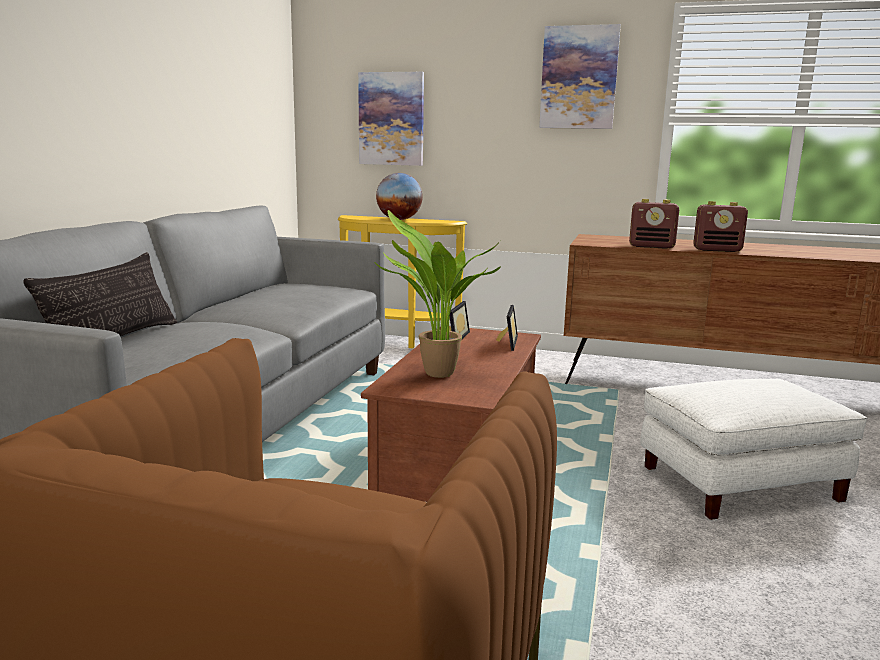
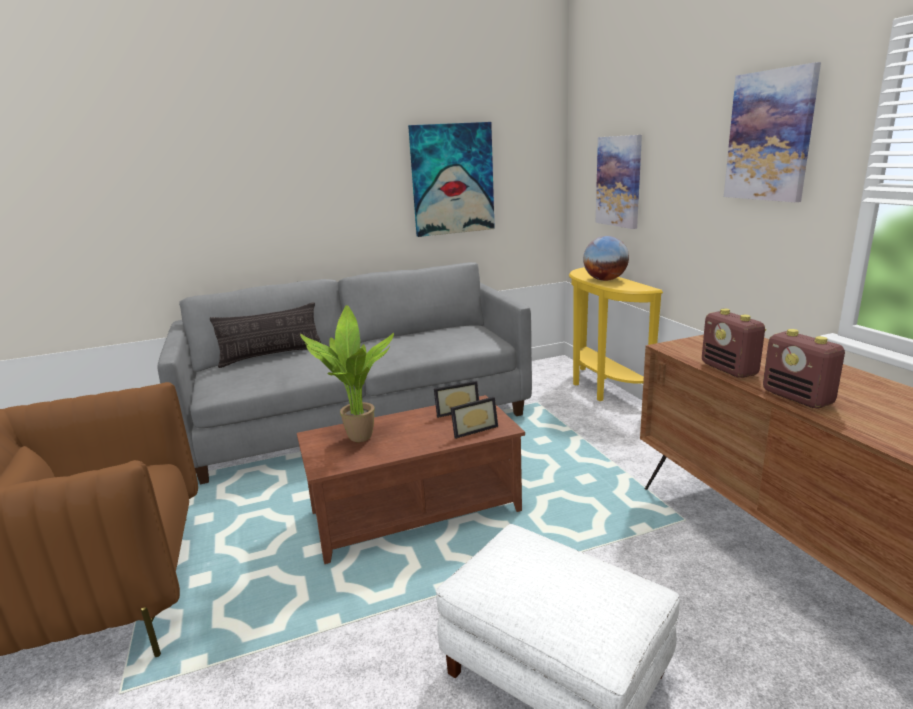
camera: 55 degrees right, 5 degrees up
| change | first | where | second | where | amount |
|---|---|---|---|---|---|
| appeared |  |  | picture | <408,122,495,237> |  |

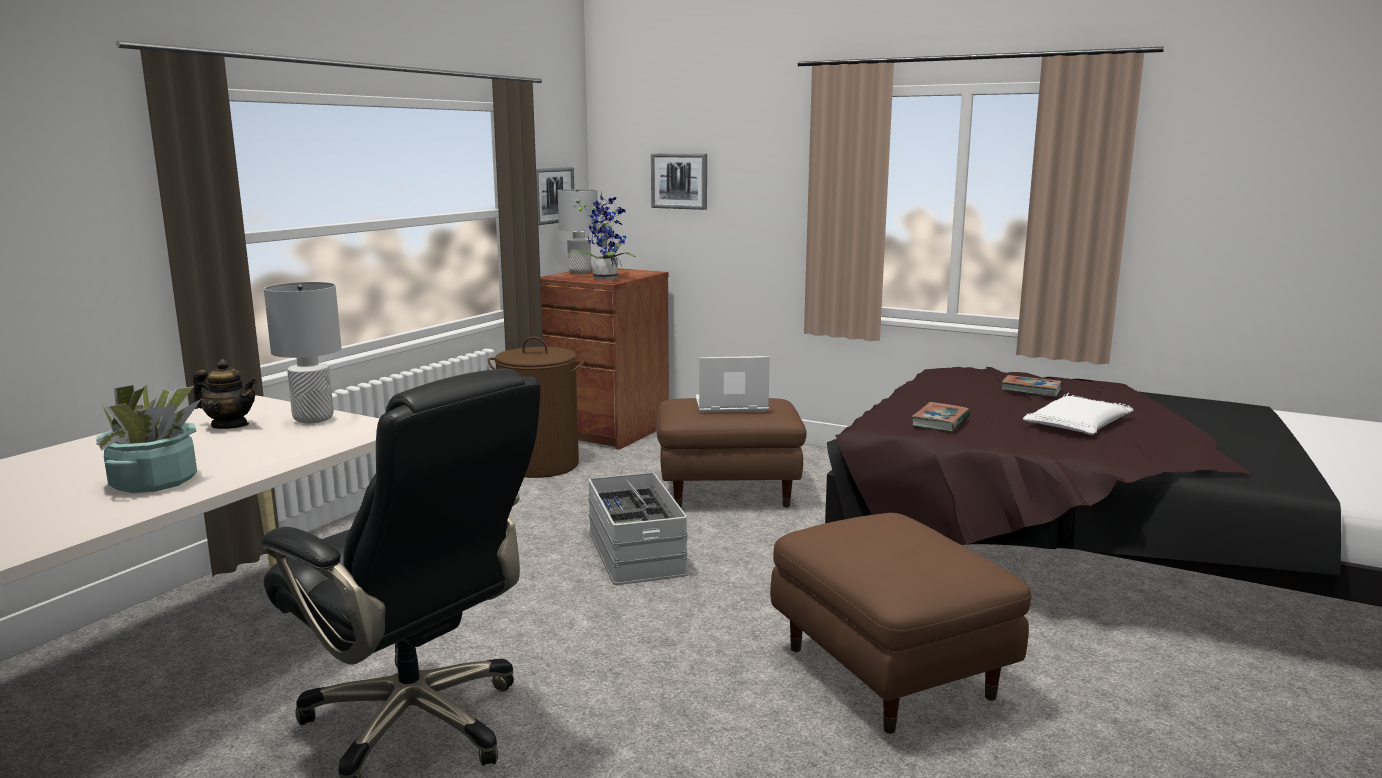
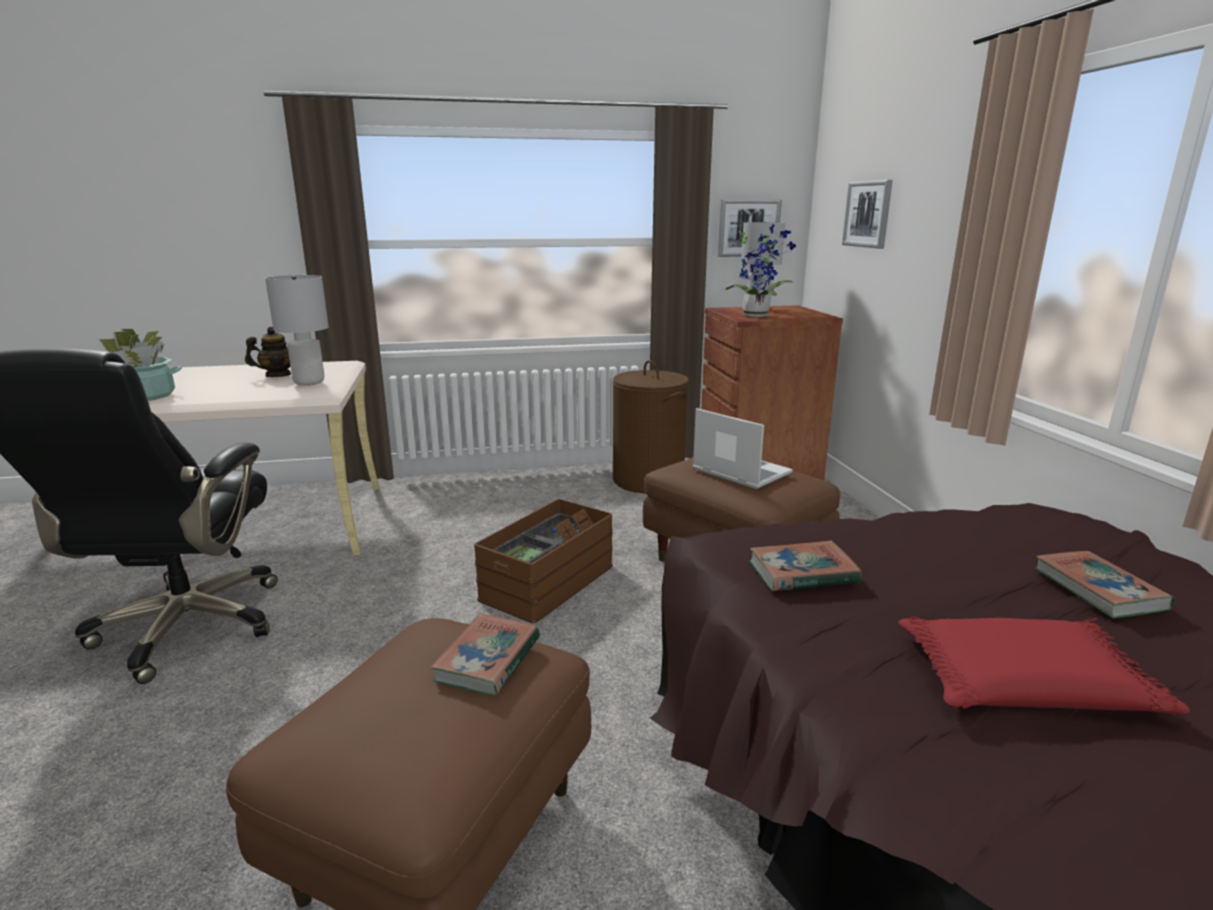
camera: 50 degrees right, 5 degrees up
| change | first | where | second | where | amount |
|---|---|---|---|---|---|
| appeared |  |  | book | <430,614,540,695> |  |
| colour | grey storage bin | <588,473,688,585> | brown-coloured storage bin | <474,499,613,623> |  |
| colour | white throw pillow | <1023,392,1133,435> | red-coloured throw pillow | <898,616,1190,714> |  |
| spun | tea pot | <193,359,257,429> |  | <245,326,291,377> | 90 degrees counterclockwise |

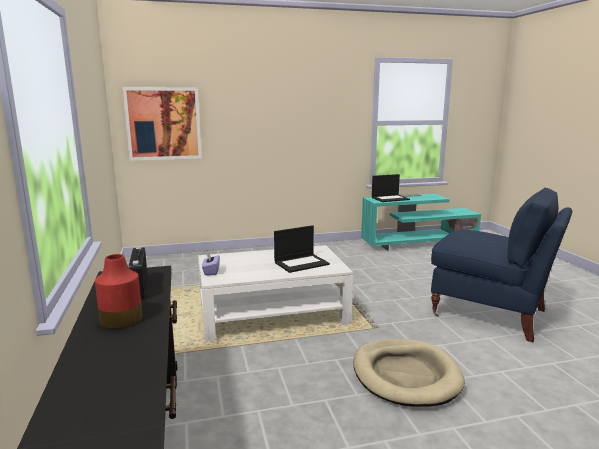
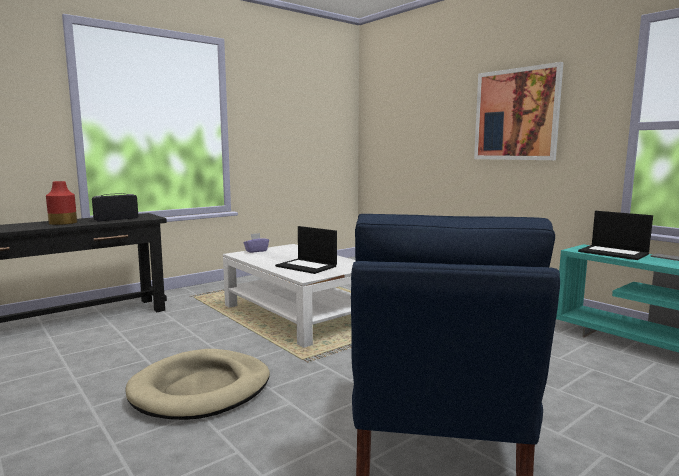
camera: 65 degrees right, 5 degrees down
| change | first | where | second | where | amount |
|---|---|---|---|---|---|
| relocated | picture | <123,87,202,161> |  | <474,62,563,160> |  |

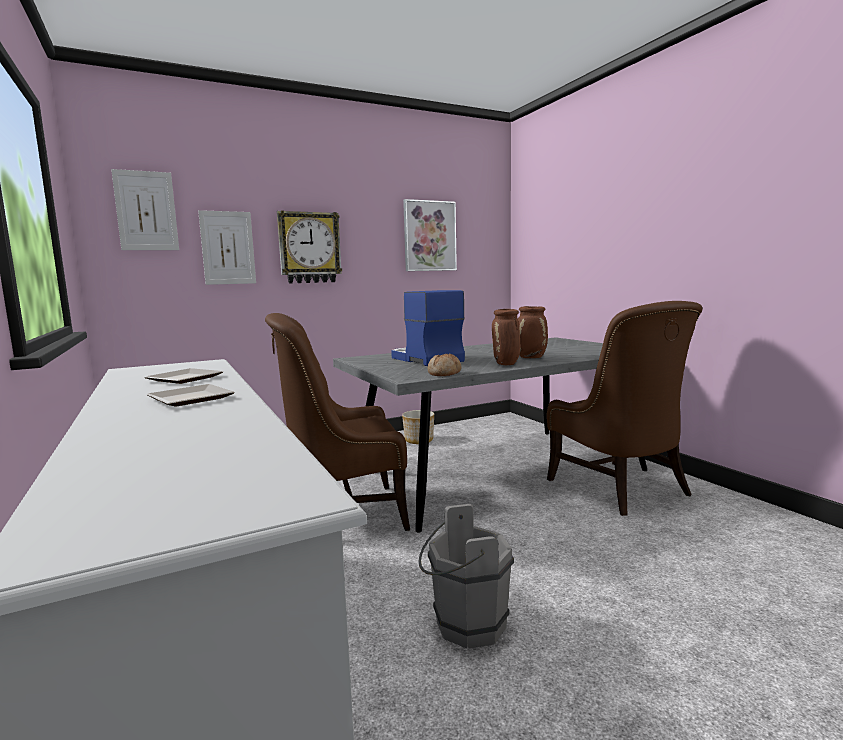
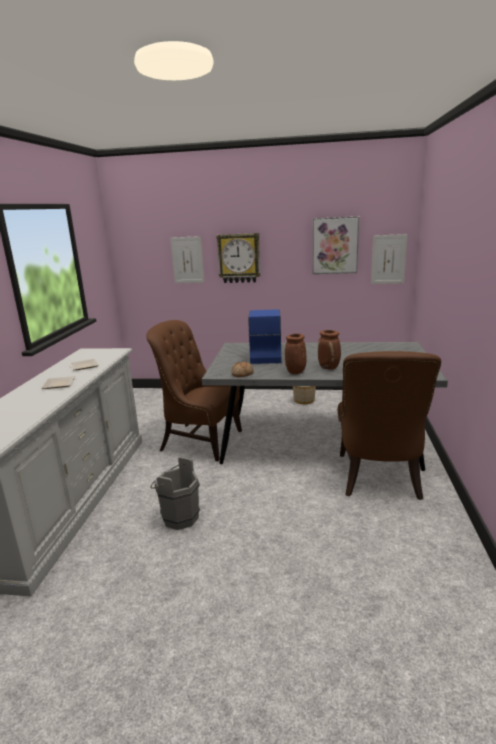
camera: 35 degrees right, 10 degrees up
| change | first | where | second | where | amount |
|---|---|---|---|---|---|
| relocated | picture | <111,169,179,250> |  | <371,234,408,284> |  |

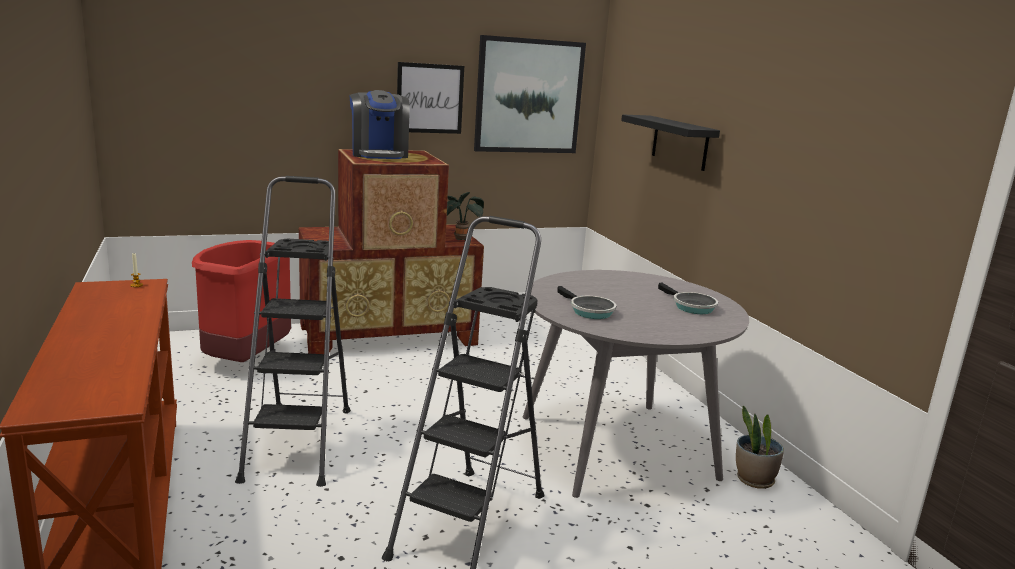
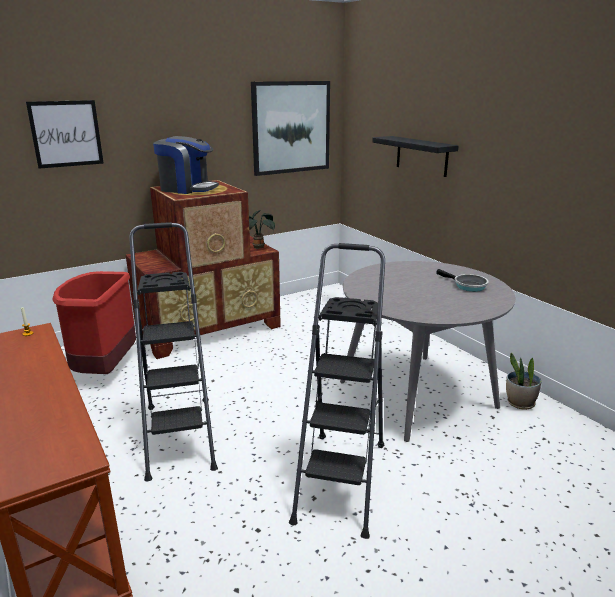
camera: 10 degrees left, 5 degrees up
| change | first | where | second | where | amount |
|---|---|---|---|---|---|
| missing | skillet | <557,286,617,319> |  |  |  |
| relocated | picture | <397,62,464,134> |  | <26,100,104,169> |  |
| spun | coffee brewer | <349,90,410,159> |  | <153,136,219,194> | 45 degrees counterclockwise |

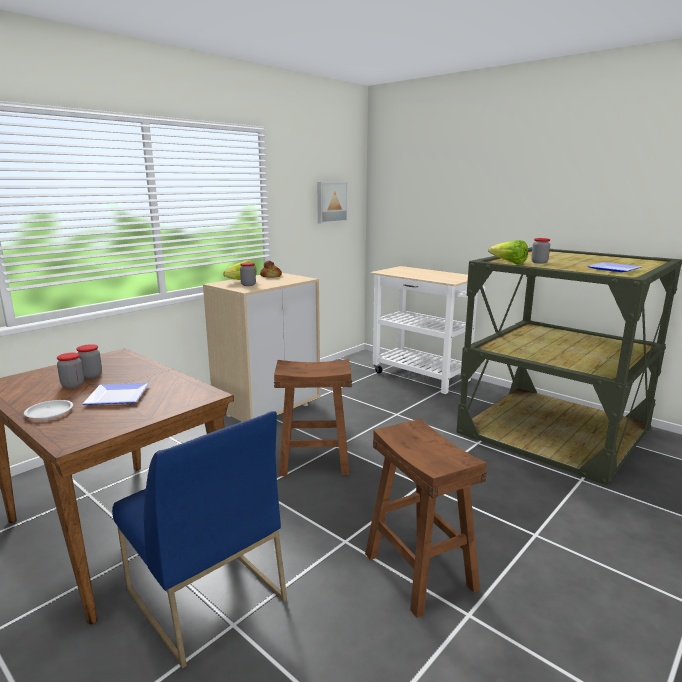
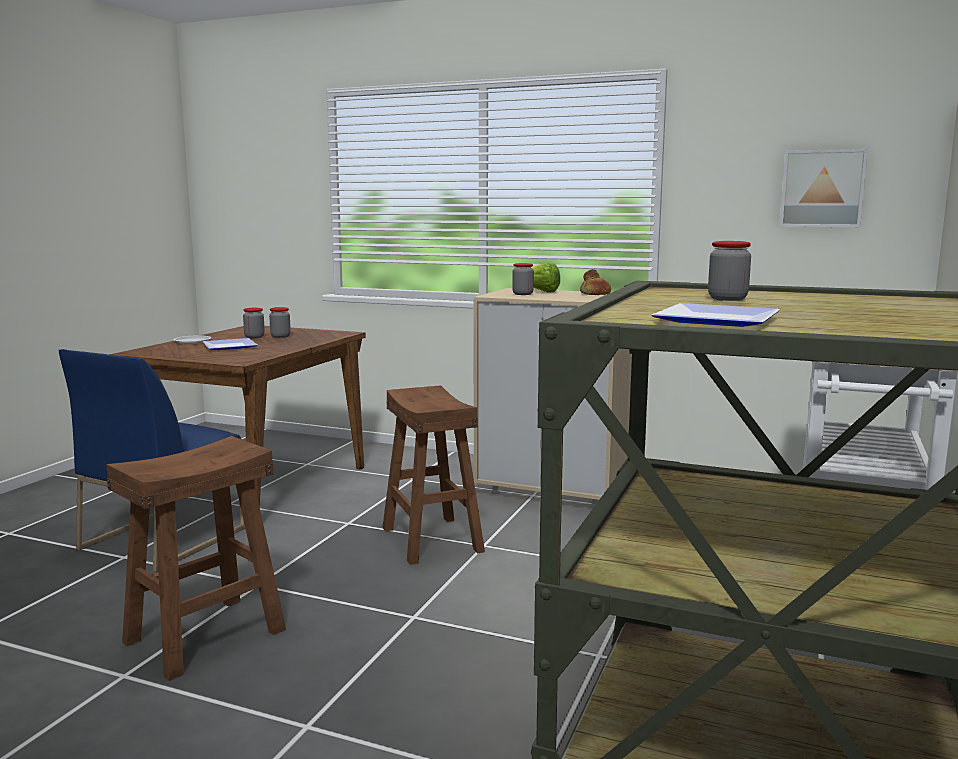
camera: 70 degrees right, 5 degrees down
| change | first | where | second | where | amount |
|---|---|---|---|---|---|
| missing | lettuce head | <488,240,528,264> |  |  |  |

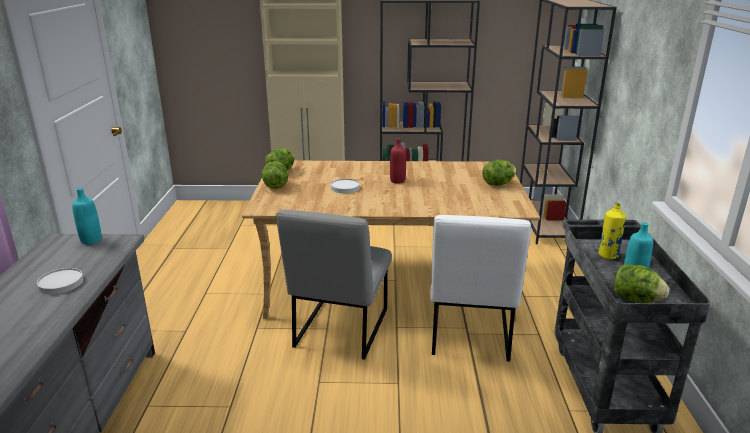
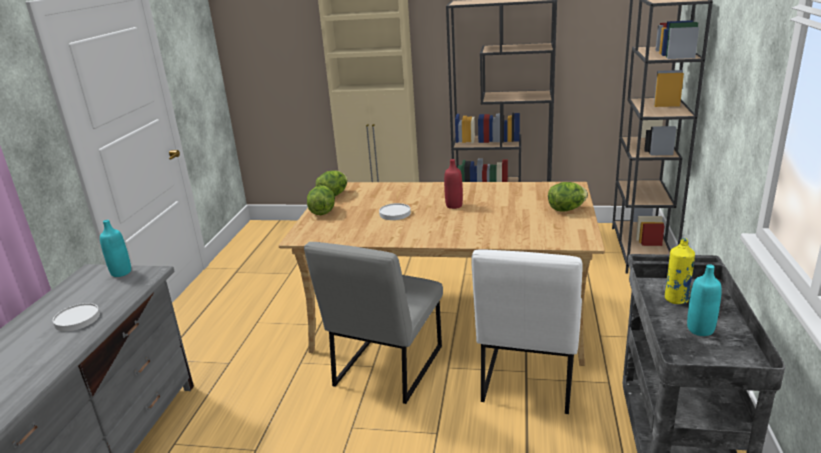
camera: 10 degrees right, 0 degrees up
| change | first | where | second | where | amount |
|---|---|---|---|---|---|
| missing | lettuce head | <614,264,669,303> |  |  |  |

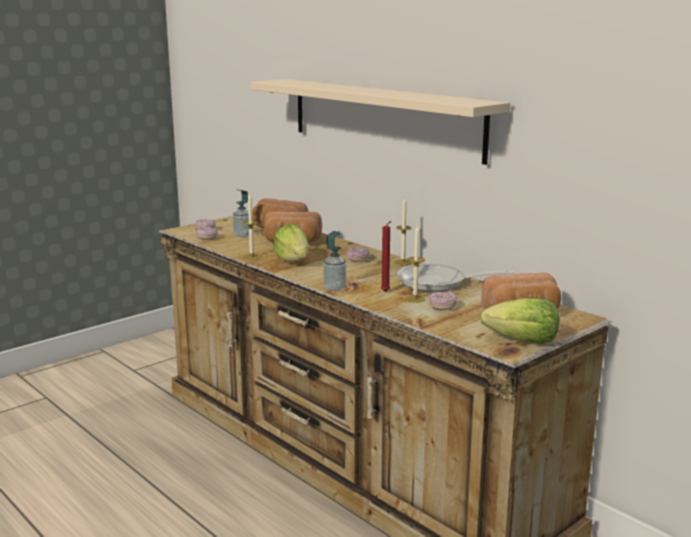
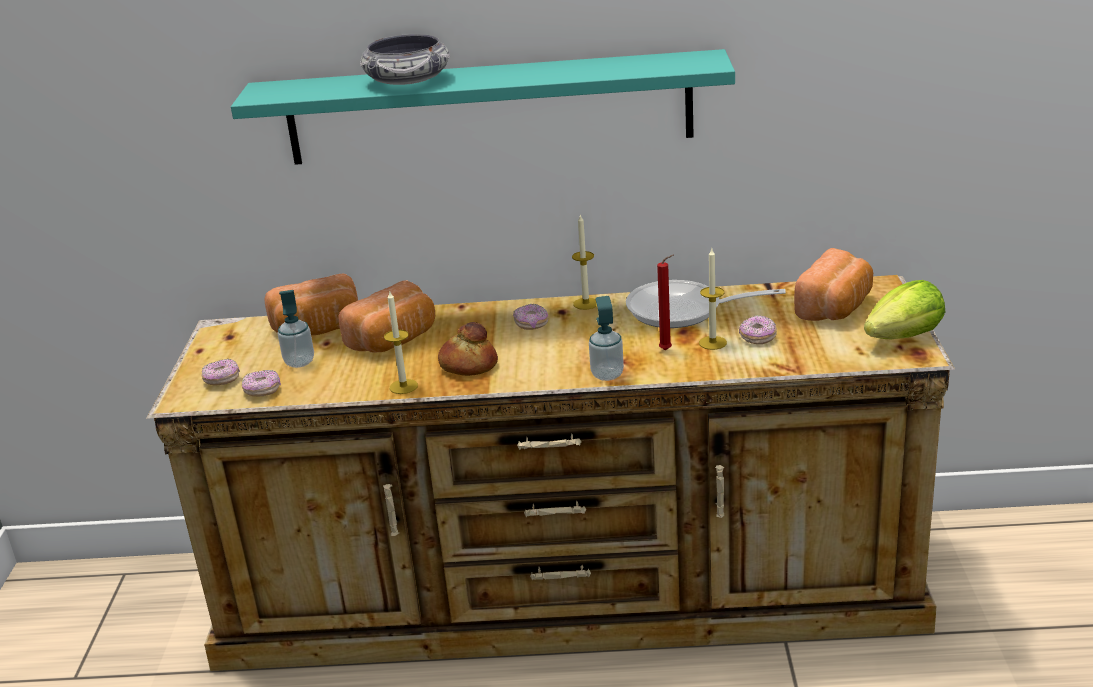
camera: 45 degrees left, 10 degrees up
| change | first | where | second | where | amount |
|---|---|---|---|---|---|
| appeared |  |  | bowl | <360,34,450,85> |  |
| exchanged | lettuce head | <273,224,309,262> | bakery bread | <438,322,498,376> |  |
| colour | beige bracket shelf | <251,79,510,165> | turquoise-coloured bracket shelf | <231,49,735,165> |  |
| spun | skillet | <397,264,514,292> |  | <626,280,786,328> | 45 degrees clockwise |

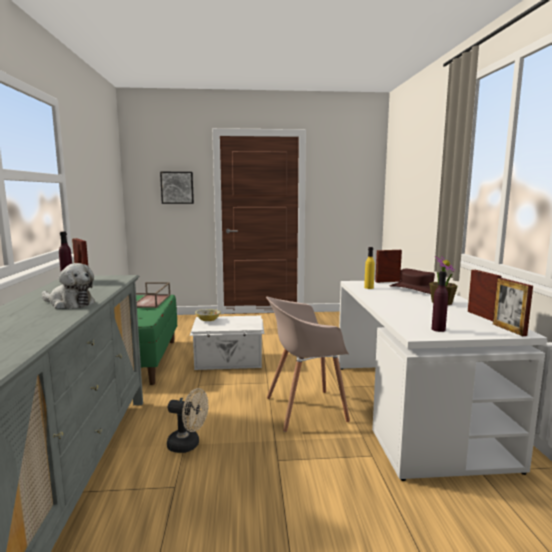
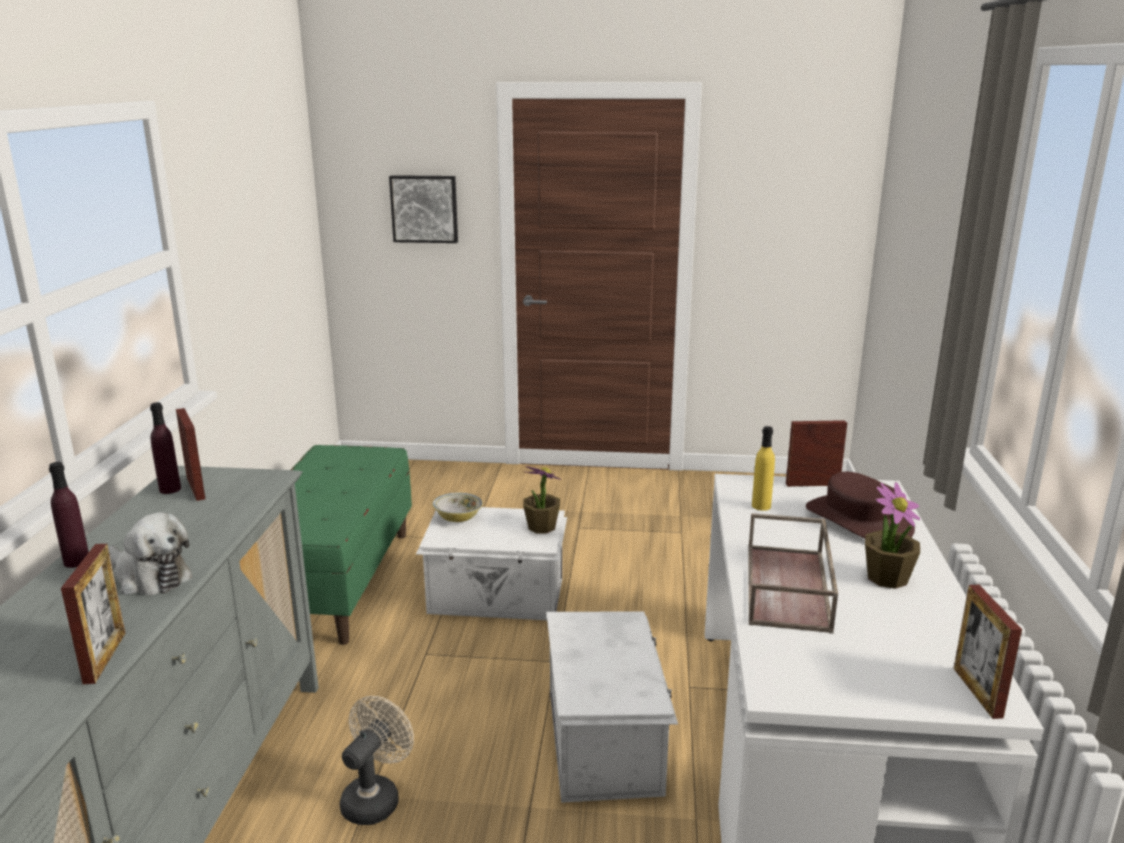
camera: 10 degrees right, 10 degrees up
| change | first | where | second | where | amount |
|---|---|---|---|---|---|
| appeared |  |  | houseplant | <523,466,562,533> |  |
| relocated | brown-coloured carrying tray | <136,282,170,308> |  | <748,513,838,634> |  |
| relocated | purple-coloured bottle | <432,271,448,332> |  | <49,462,89,568> |  |
| relocated | standing frame | <468,270,502,321> |  | <61,544,126,684> |  |
| exchanged | beige chair | <266,297,350,432> | white storage bin | <547,611,678,803> |  |
| spun | beige electric fan | <167,388,208,453> |  | <340,696,414,825> | 90 degrees counterclockwise |

